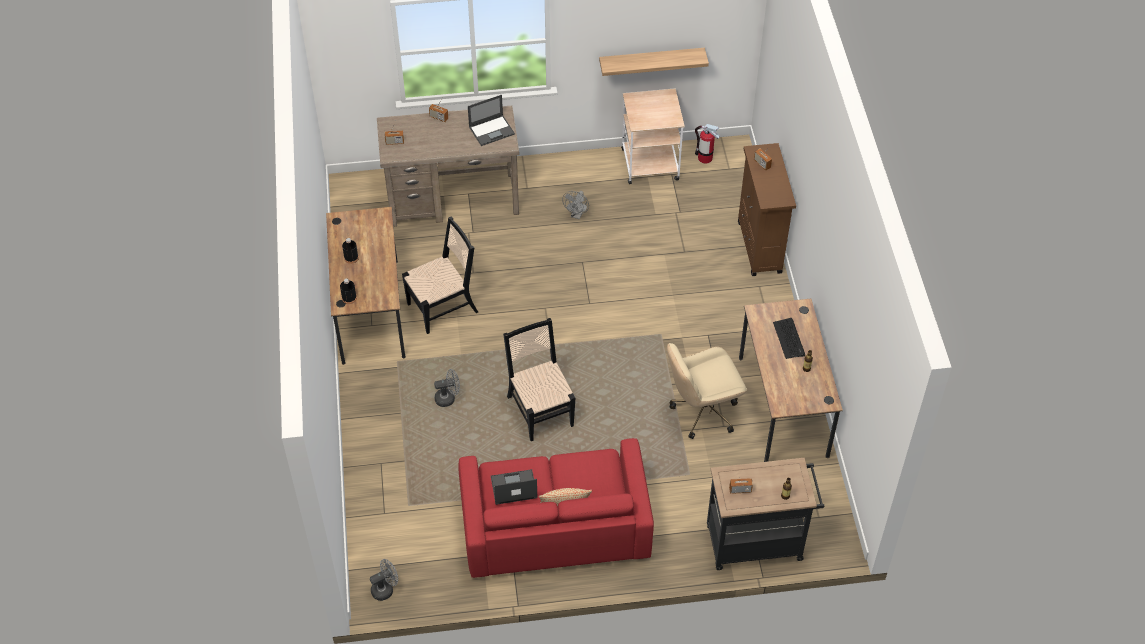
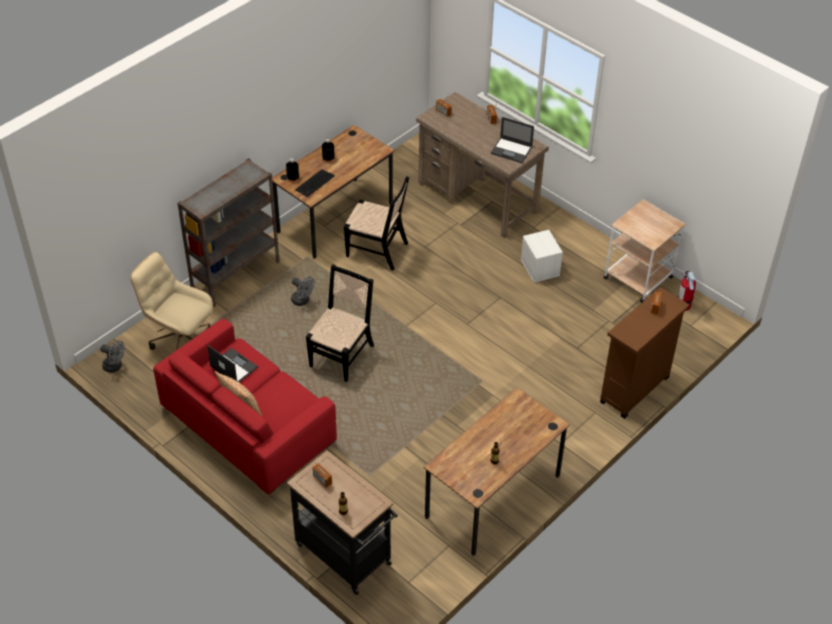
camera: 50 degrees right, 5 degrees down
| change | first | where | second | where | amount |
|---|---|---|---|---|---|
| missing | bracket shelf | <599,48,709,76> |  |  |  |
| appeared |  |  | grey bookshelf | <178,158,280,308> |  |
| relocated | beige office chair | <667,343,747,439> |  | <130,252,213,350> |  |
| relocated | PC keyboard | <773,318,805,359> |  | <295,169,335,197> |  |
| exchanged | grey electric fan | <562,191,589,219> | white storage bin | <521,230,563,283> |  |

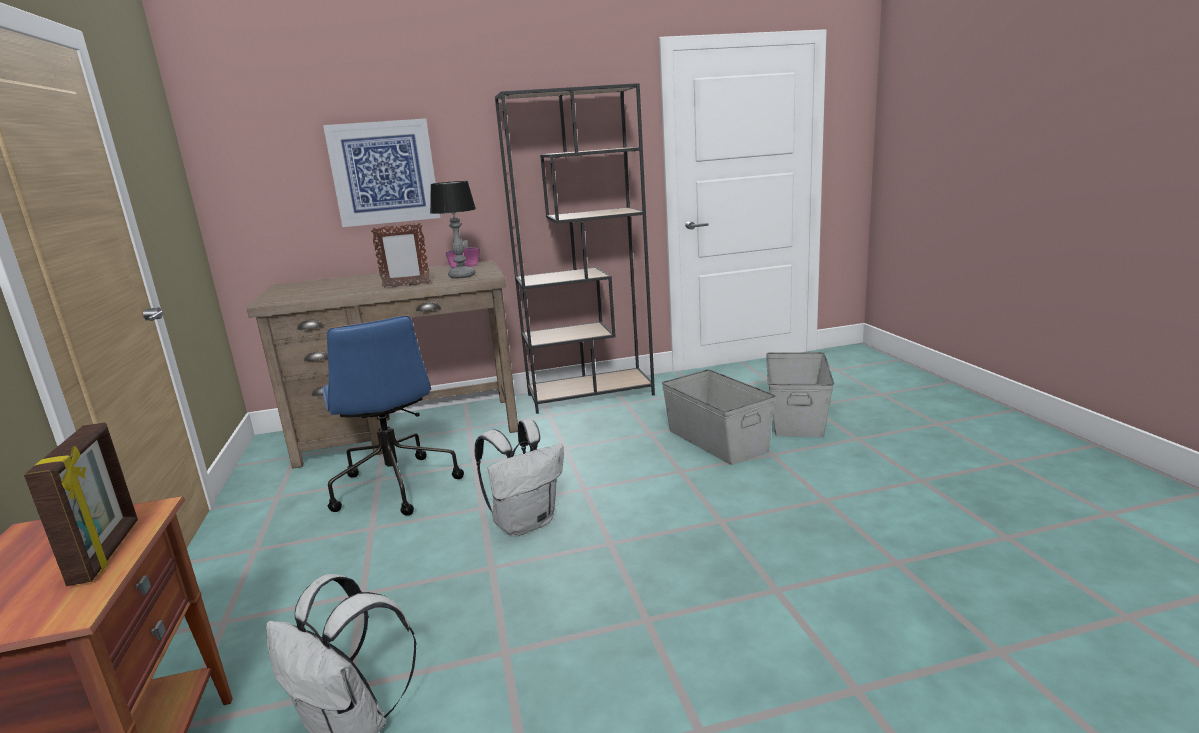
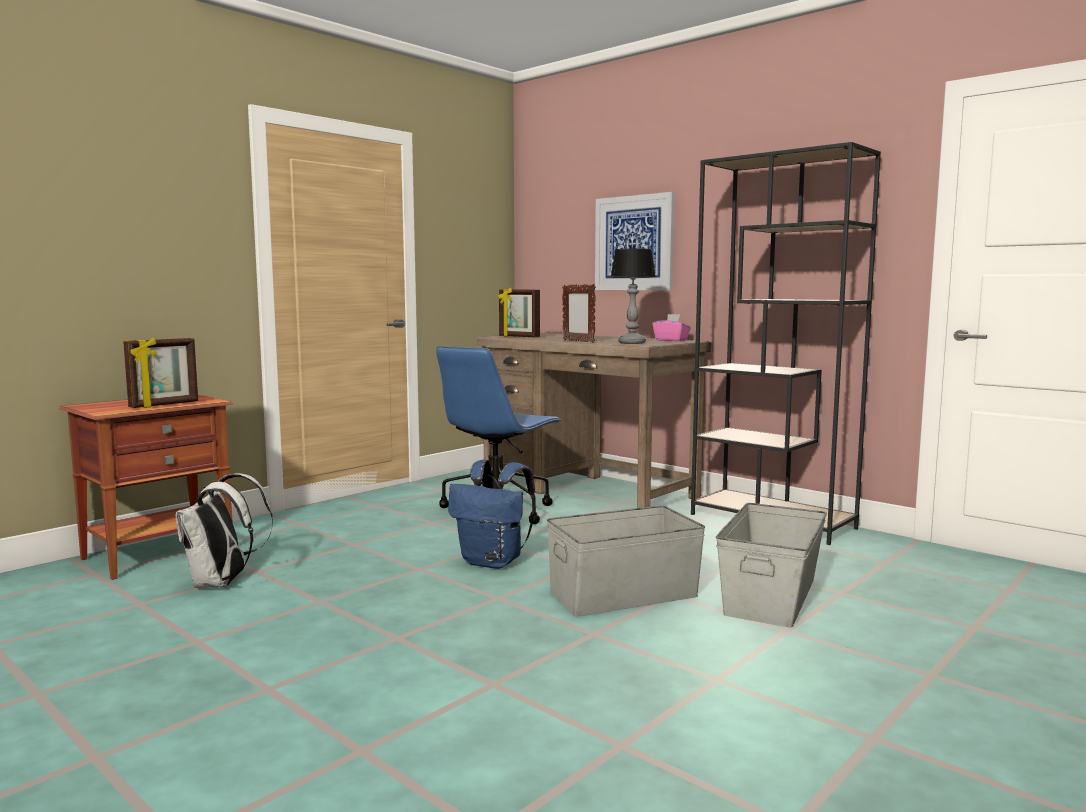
camera: 55 degrees right, 10 degrees down
| change | first | where | second | where | amount |
|---|---|---|---|---|---|
| appeared |  |  | standing frame | <498,287,540,337> |  |
| relocated | grey storage bin | <766,352,834,437> |  | <547,506,705,617> |  |
| colour | white rucksack | <475,419,564,537> | blue-coloured rucksack | <448,460,535,569> |  |

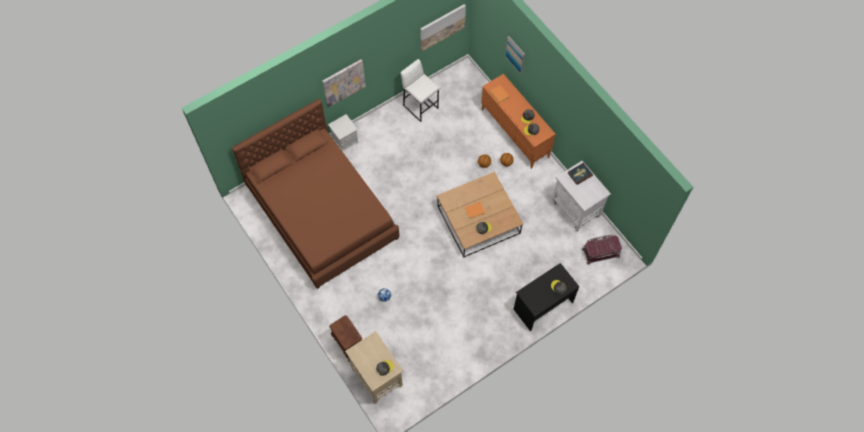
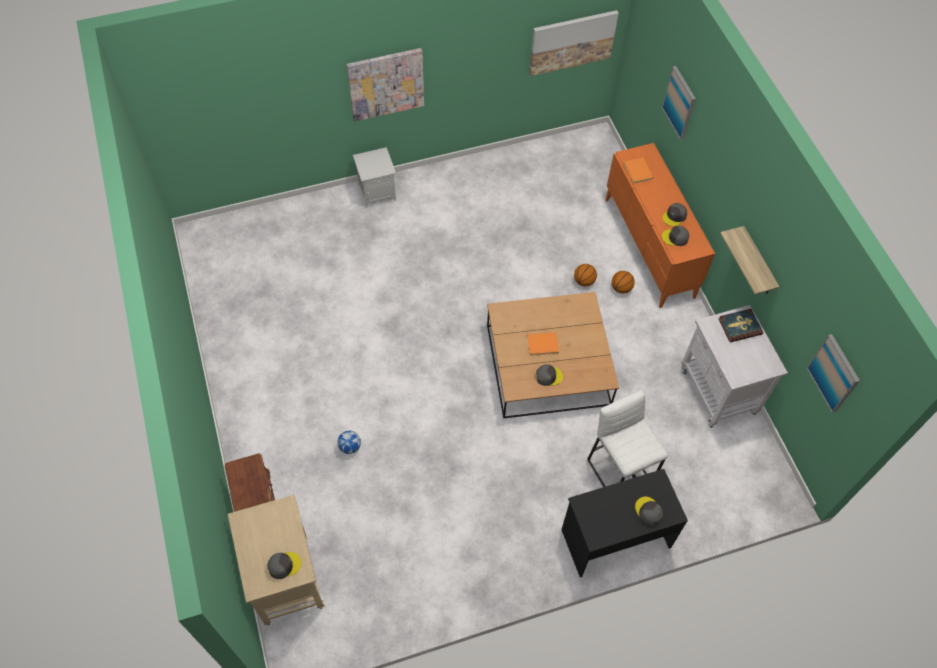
camera: 15 degrees right, 5 degrees down
| change | first | where | second | where | amount |
|---|---|---|---|---|---|
| missing | brown-coloured sleeping bed | <232,99,400,289> |  |  |  |
| missing | red-coloured storage bin | <582,235,622,265> |  |  |  |
| appeared |  |  | bracket shelf | <720,226,780,295> |  |
| appeared |  |  | picture | <807,334,860,413> |  |
| relocated | white sitting stool | <401,59,439,122> |  | <587,390,668,487> |  |

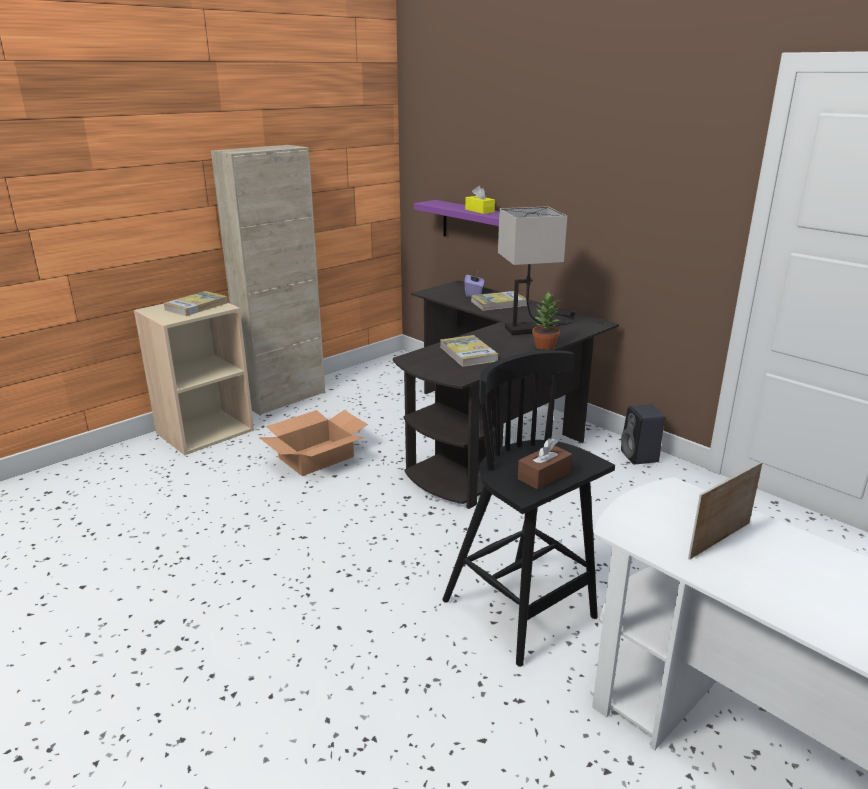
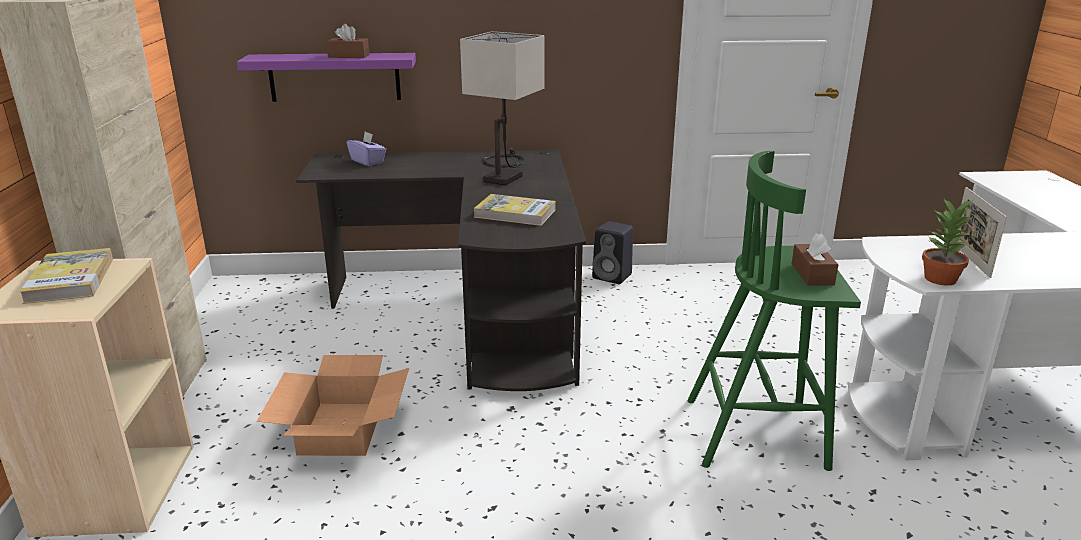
camera: 50 degrees left, 0 degrees up
| change | first | where | second | where | amount |
|---|---|---|---|---|---|
| missing | book | <471,291,527,311> |  |  |  |
| relocated | houseplant | <532,291,560,350> |  | <922,199,973,285> |  |
| colour | blackish sitting stool | <442,350,615,667> | green sitting stool | <687,151,861,471> |  |
| colour | yellow-coloured tissue box | <465,186,495,214> | brown-coloured tissue box | <326,24,369,58> |  |

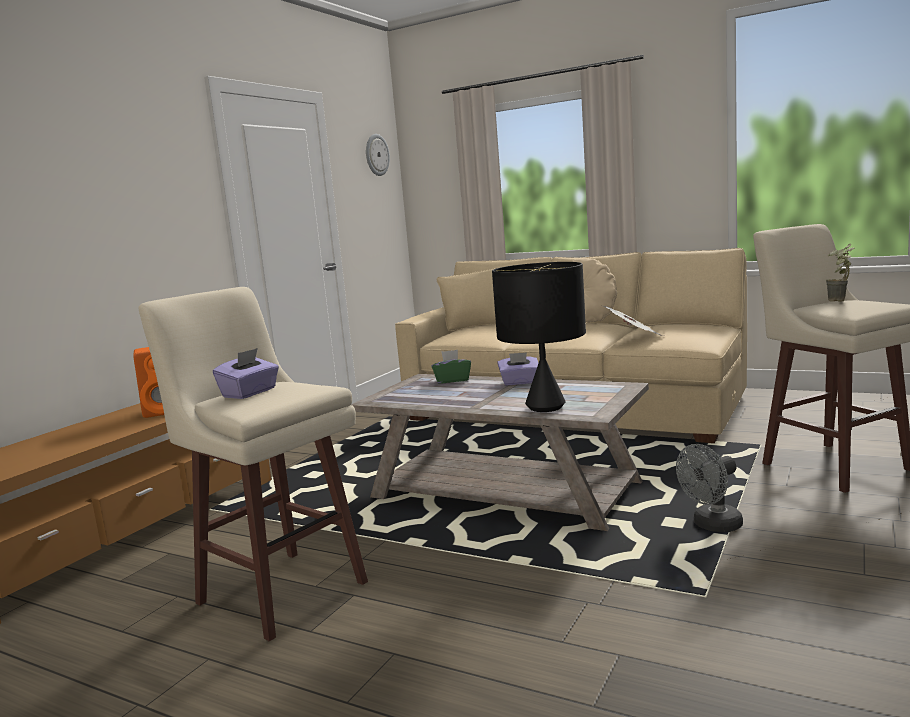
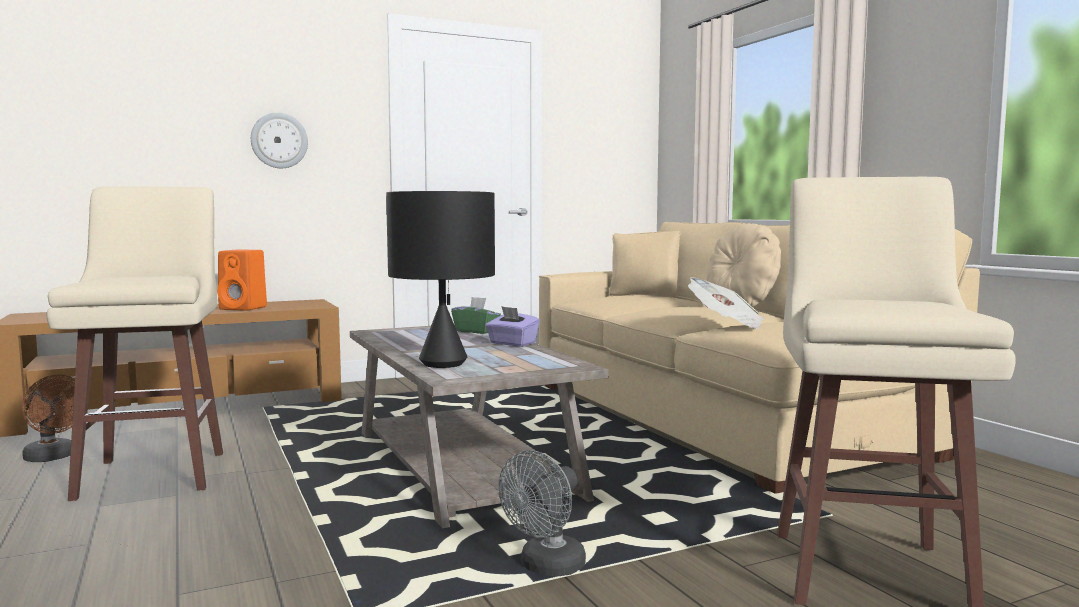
camera: 35 degrees right, 5 degrees down
| change | first | where | second | where | amount |
|---|---|---|---|---|---|
| missing | purple-coloured tissue box | <213,348,279,399> |  |  |  |
| missing | houseplant | <826,244,854,302> |  |  |  |
| appeared |  |  | brown-coloured electric fan | <22,374,75,462> |  |
| relocated | wall clock | <366,134,390,176> |  | <251,113,308,168> |  |
| spun | grey electric fan | <676,444,743,532> |  | <498,450,586,577> | 60 degrees counterclockwise |

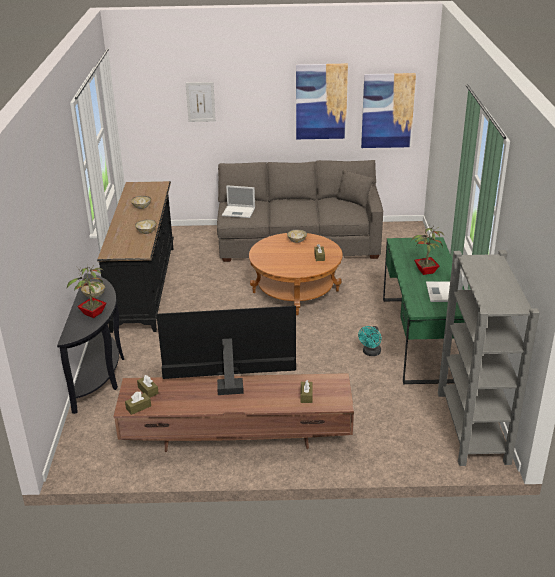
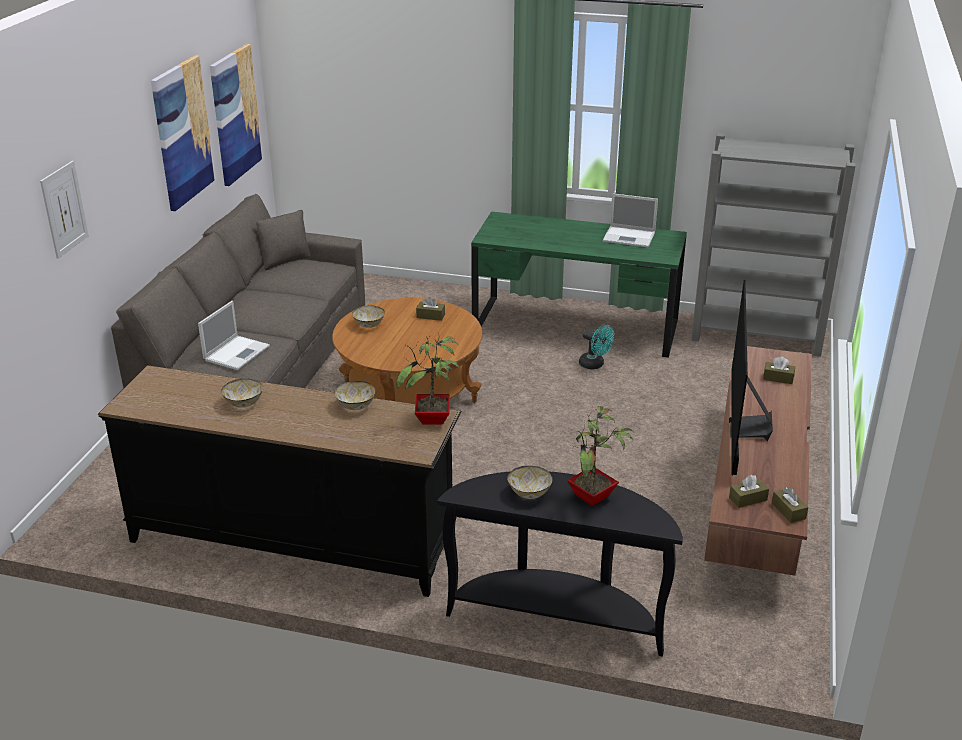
camera: 75 degrees left, 0 degrees up
| change | first | where | second | where | amount |
|---|---|---|---|---|---|
| relocated | houseplant | <411,227,444,275> |  | <396,333,459,425> |  |

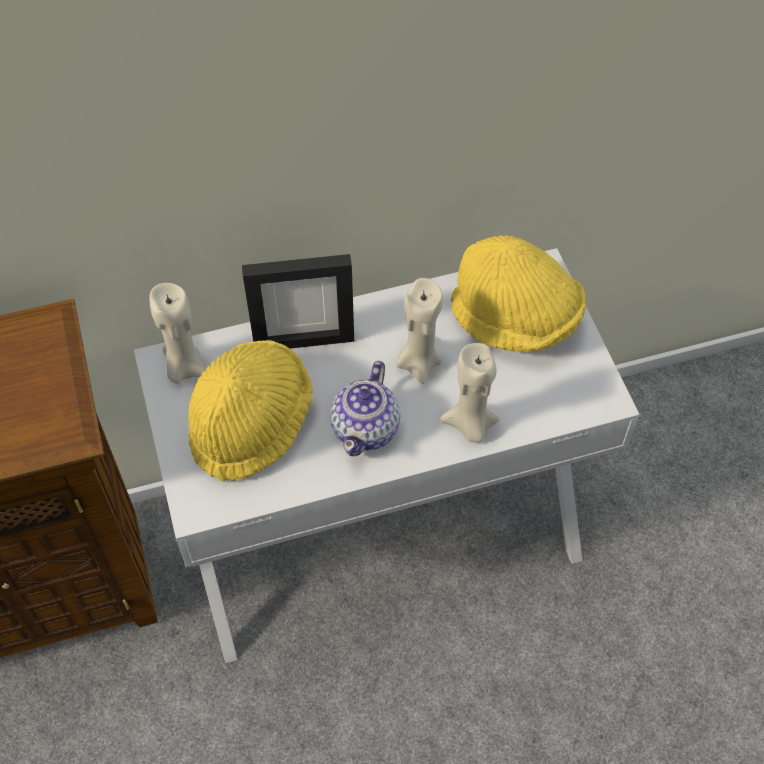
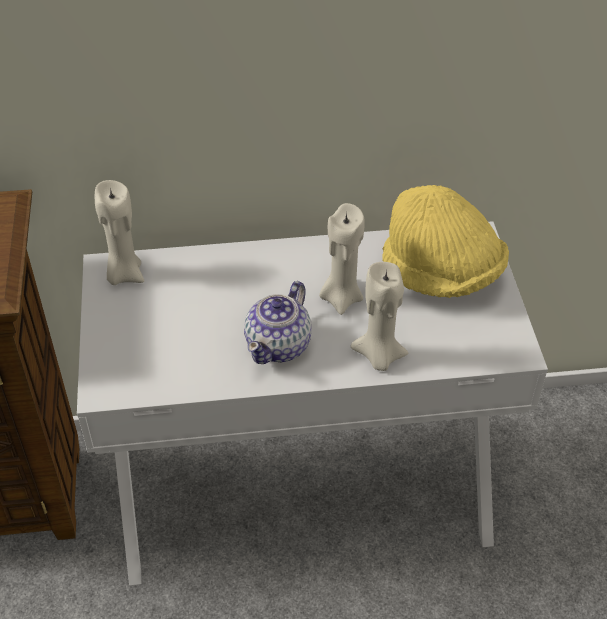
camera: 10 degrees right, 10 degrees down
| change | first | where | second | where | amount |
|---|---|---|---|---|---|
| missing | yellow-coloured wearable hat | <188,340,313,482> |  |  |  |
| missing | standing frame | <242,254,354,349> |  |  |  |

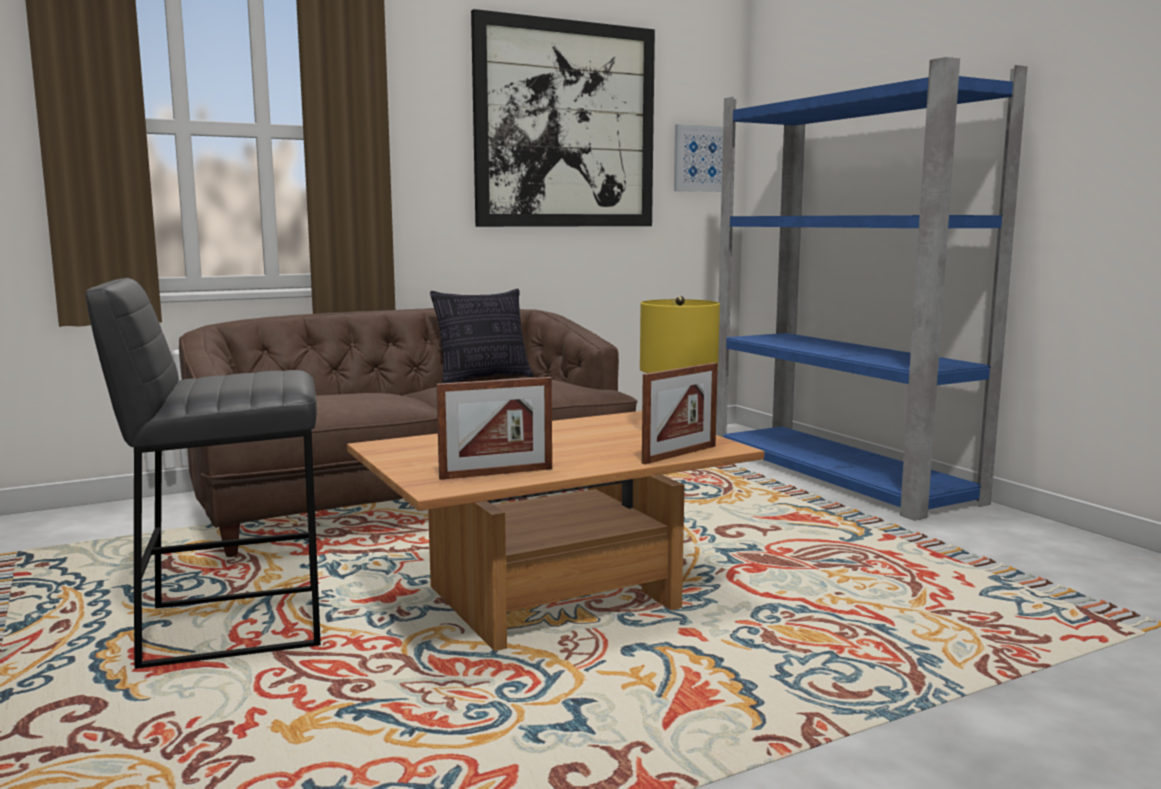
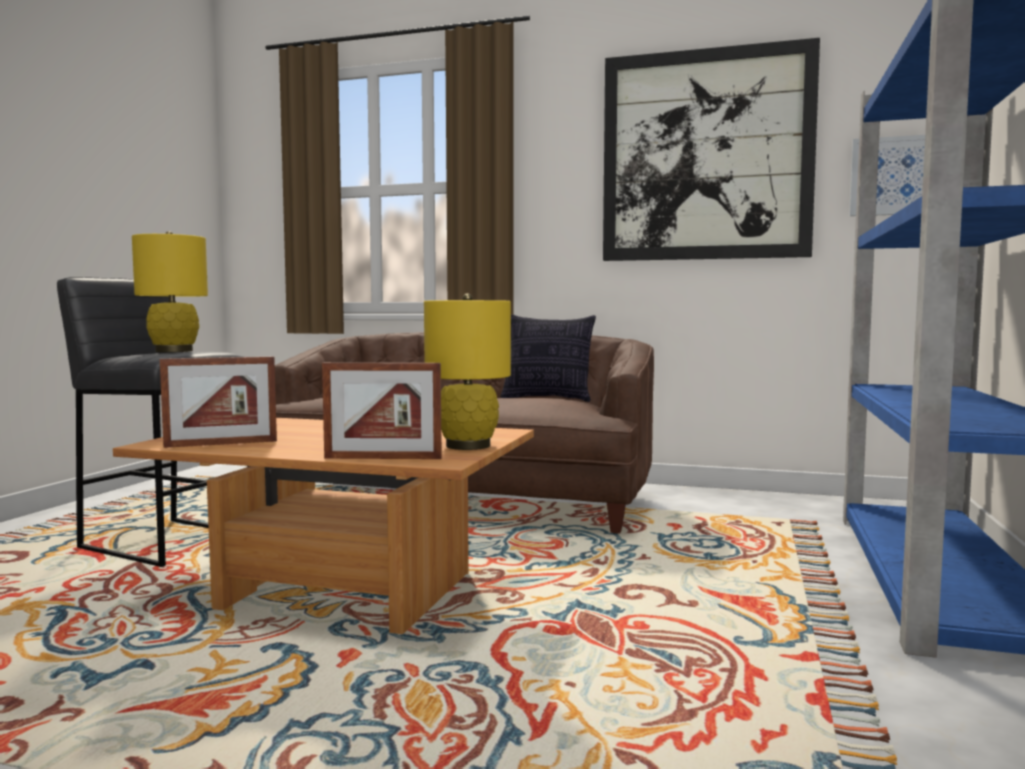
camera: 45 degrees right, 5 degrees down
| change | first | where | second | where | amount |
|---|---|---|---|---|---|
| appeared |  |  | yellow-coloured tabletop lamp | <132,231,208,352> |  |
| spun | standing frame | <436,377,552,480> |  | <160,357,277,448> | 45 degrees counterclockwise |

